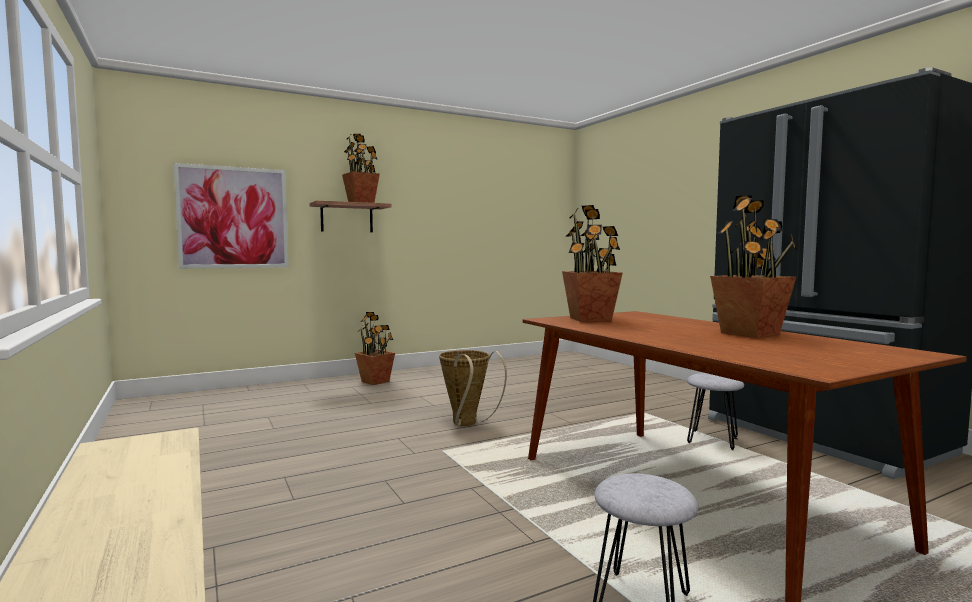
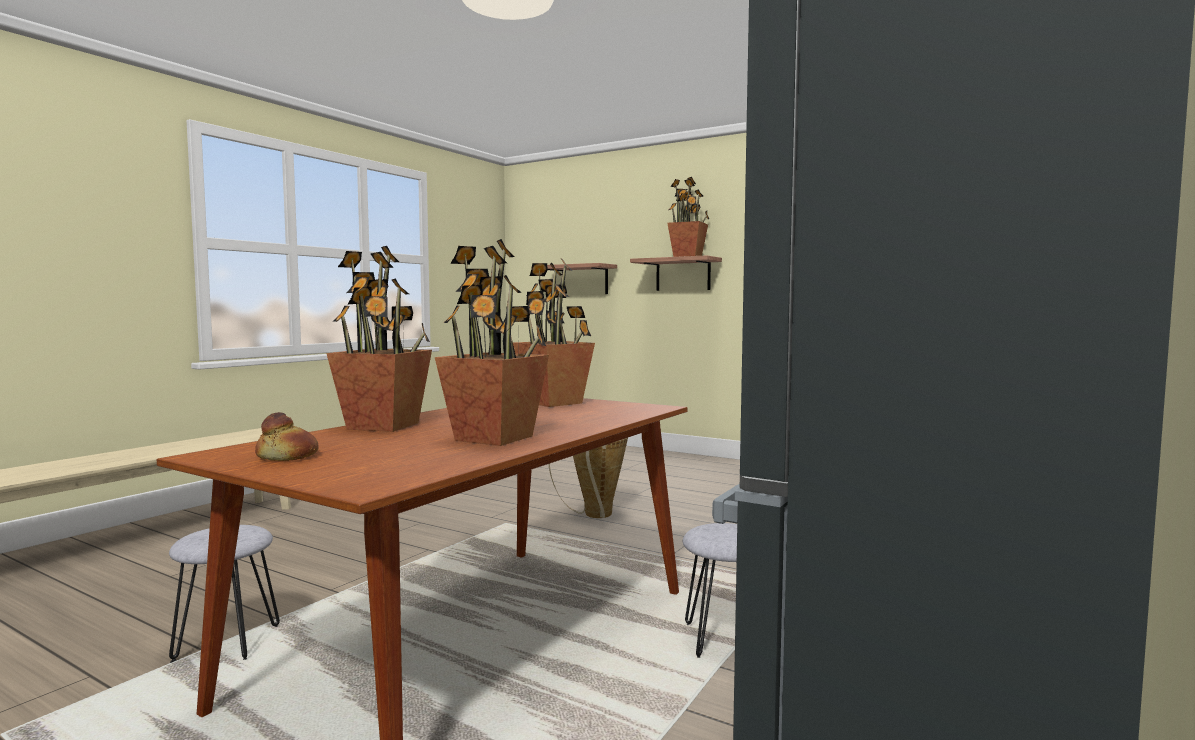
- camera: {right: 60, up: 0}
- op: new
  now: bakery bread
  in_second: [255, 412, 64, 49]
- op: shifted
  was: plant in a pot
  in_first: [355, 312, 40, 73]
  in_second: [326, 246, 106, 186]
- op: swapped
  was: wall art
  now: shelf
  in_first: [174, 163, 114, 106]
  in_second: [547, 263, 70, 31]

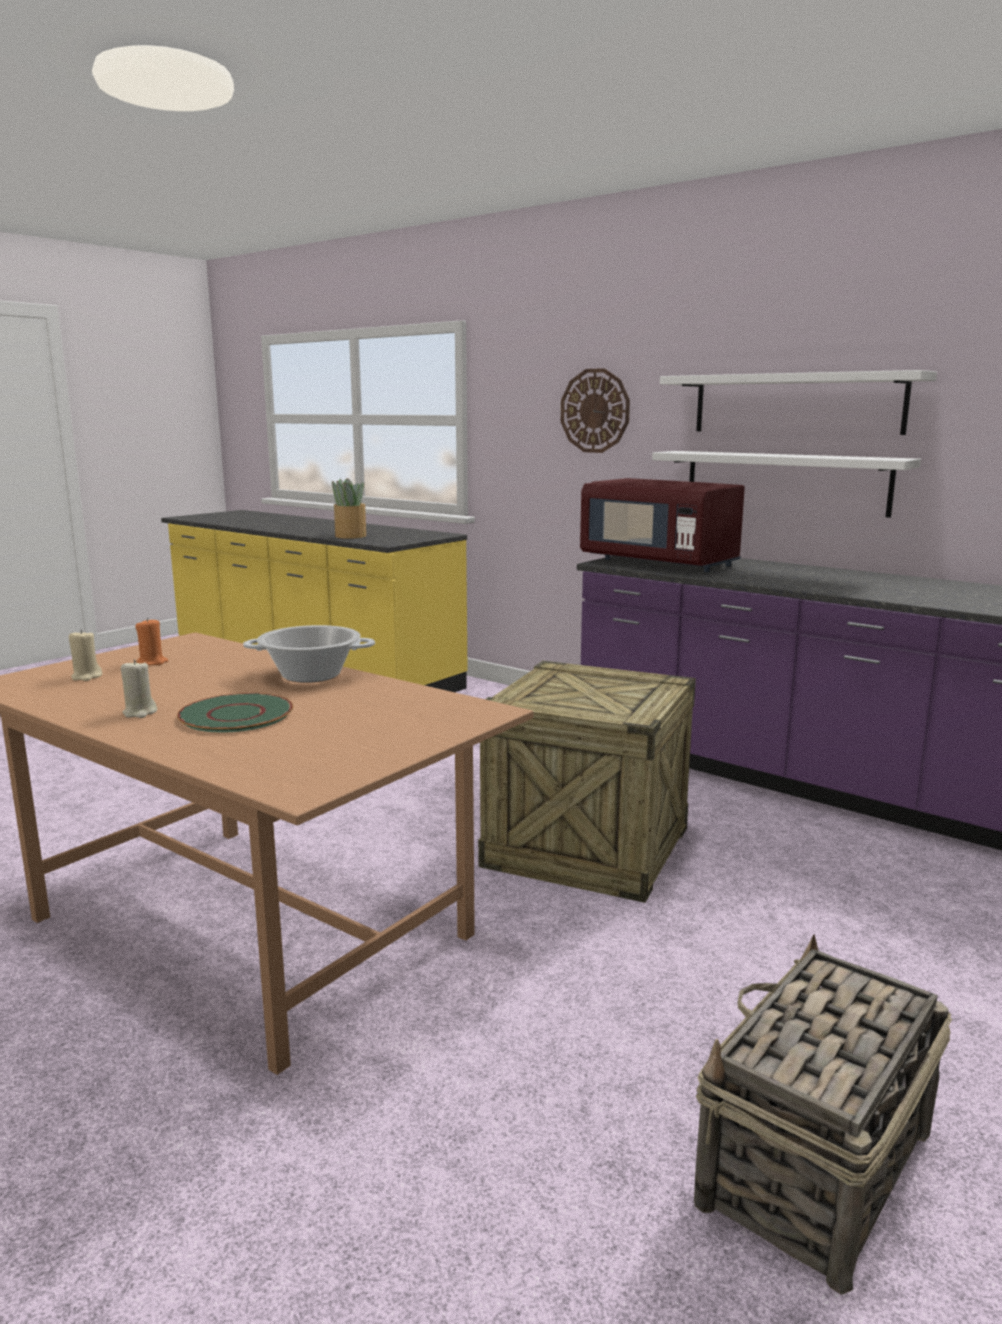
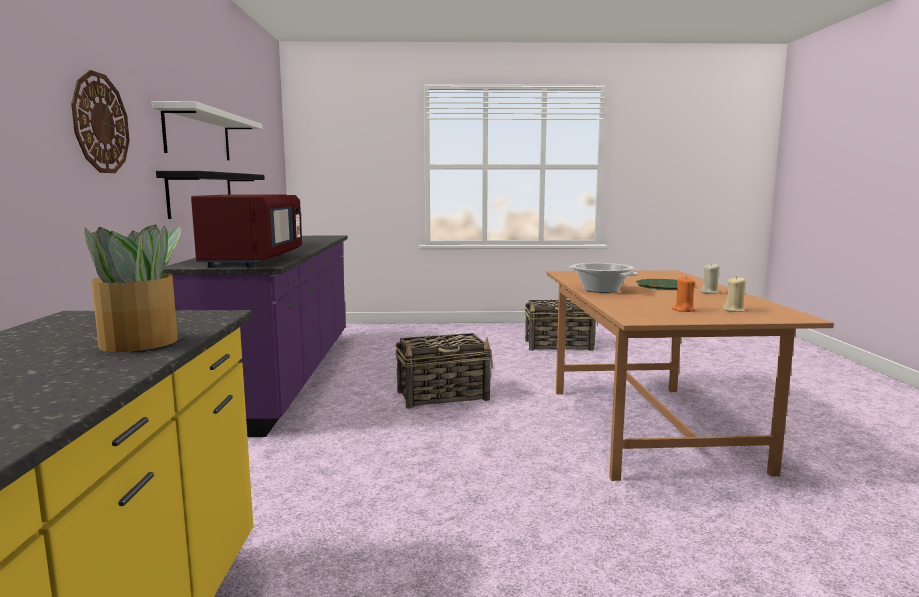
- camera: {right: -130, up: -5}
- op: swapped
  was: crate
  now: storage basket
  in_first: [478, 661, 218, 242]
  in_second: [395, 333, 98, 76]
- op: repainted
  was: shelf (white-coloured)
  now: shelf (blackish)
  in_first: [652, 451, 269, 67]
  in_second: [156, 171, 109, 48]

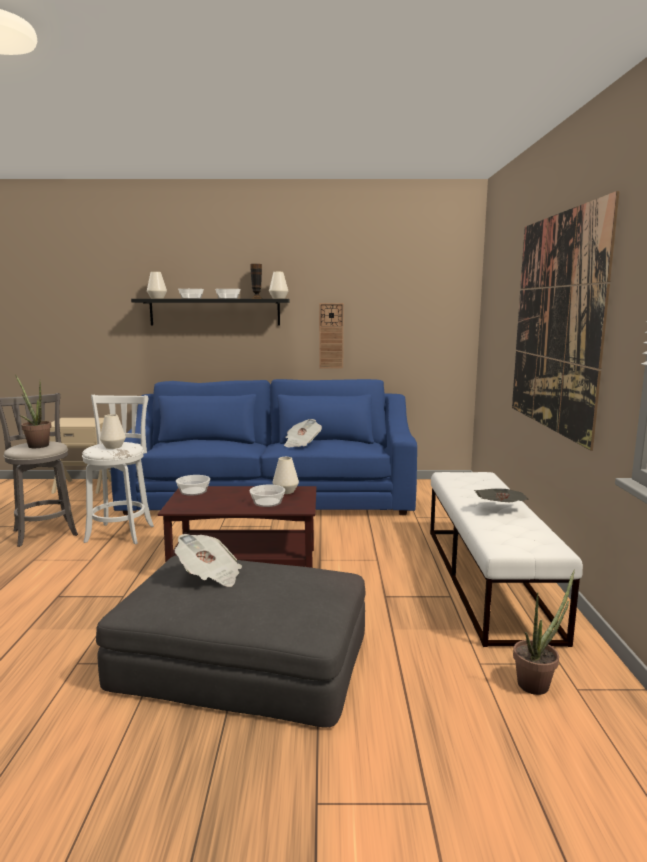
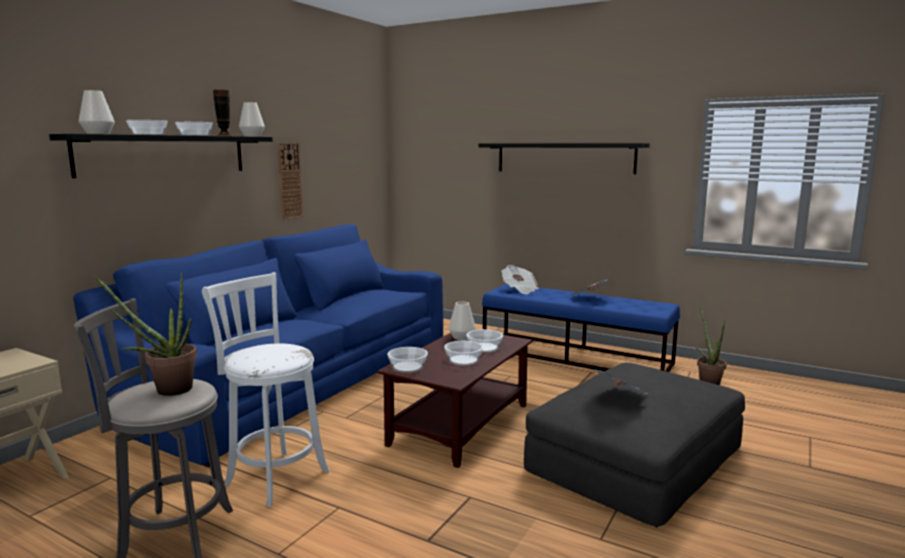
- camera: {right: -60, up: 0}
- op: gone
  was: flower vase (white-coloured)
  in_first: [100, 414, 26, 35]
- op: new
  now: deep dish
  in_second: [444, 341, 39, 24]
- op: shifted
  was: printed paper
  in_first: [284, 419, 38, 28]
  in_second: [501, 265, 38, 29]
- op: swapped
  was: wall art
  now: shelf (blackish)
  in_first: [512, 191, 108, 259]
  in_second: [478, 143, 172, 31]
- op: repainted
  was: long seat (white-coloured)
  now: long seat (blue-coloured)
  in_first: [430, 472, 153, 175]
  in_second: [482, 284, 198, 88]

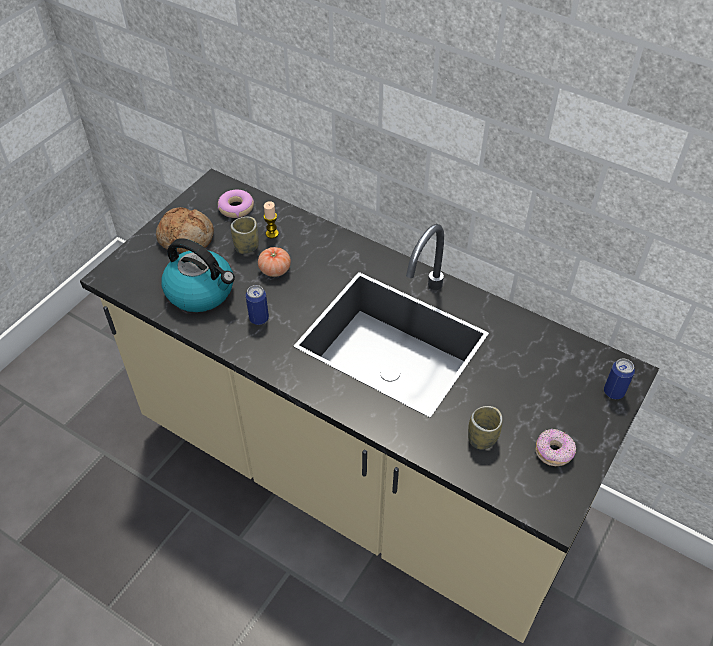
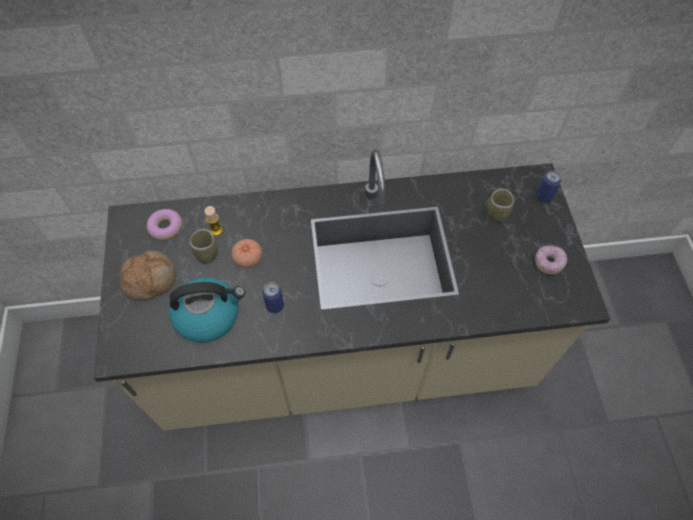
- camera: {right: -40, up: 10}
- op: shifted
  was: small cup
  in_first: [468, 406, 35, 43]
  in_second: [487, 189, 27, 34]

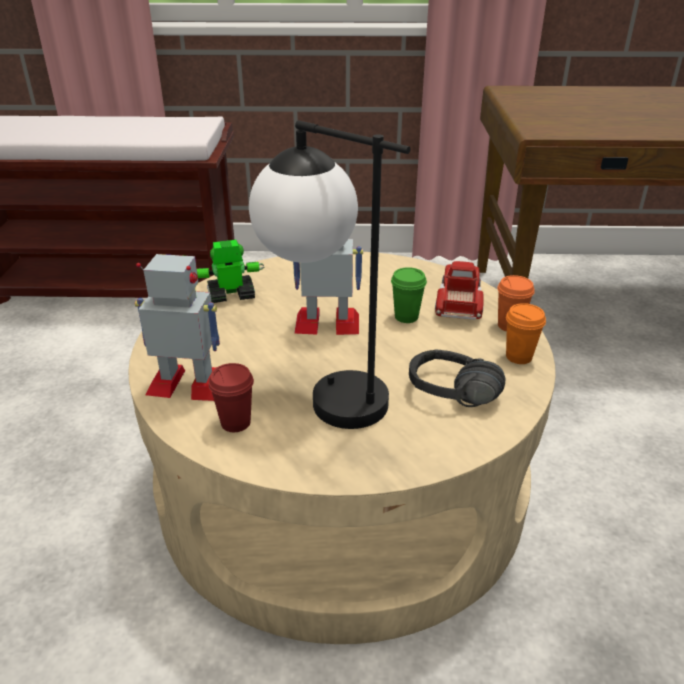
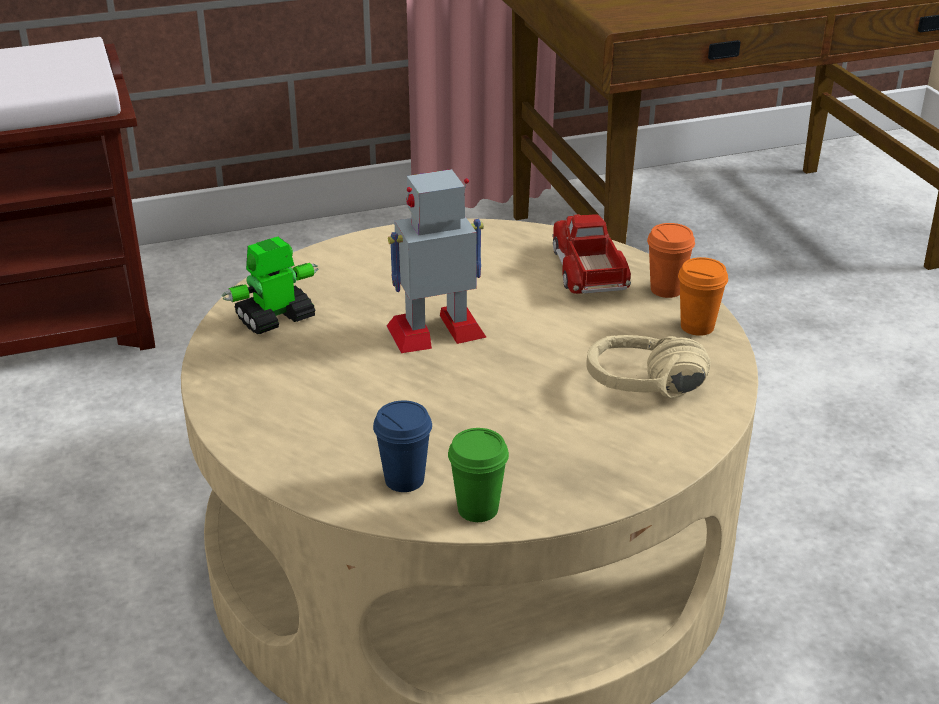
- camera: {right: -20, up: 0}
- op: gone
  was: robot figure
  in_first: [135, 254, 85, 147]
- op: gone
  was: lamp for a table
  in_first: [249, 120, 162, 309]
- op: shifted
  was: small cup (greenish)
  in_first: [391, 267, 36, 56]
  in_second: [448, 428, 61, 94]
- op: repainted
  was: small cup (reddish)
  now: small cup (blue-coloured)
  in_first: [208, 363, 46, 69]
  in_second: [373, 400, 59, 92]
- op: repainted
  was: headphones (blackish)
  now: headphones (sand-coloured)
  in_first: [409, 349, 97, 58]
  in_second: [586, 335, 125, 64]

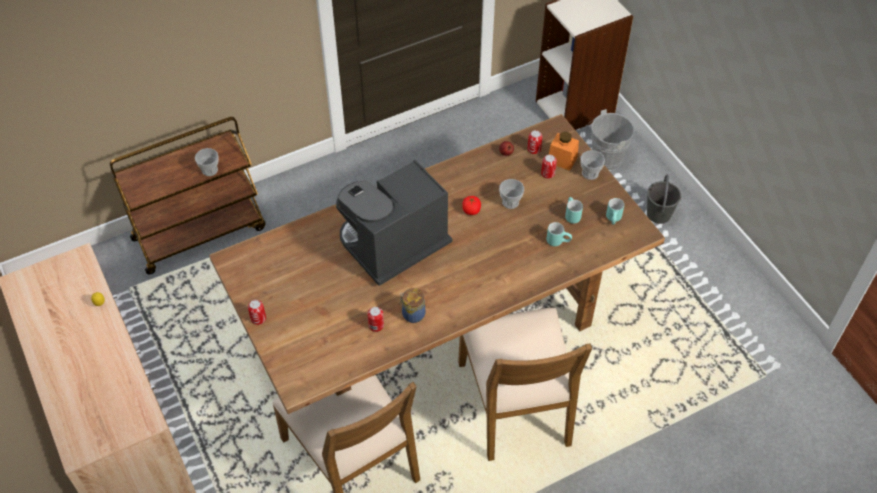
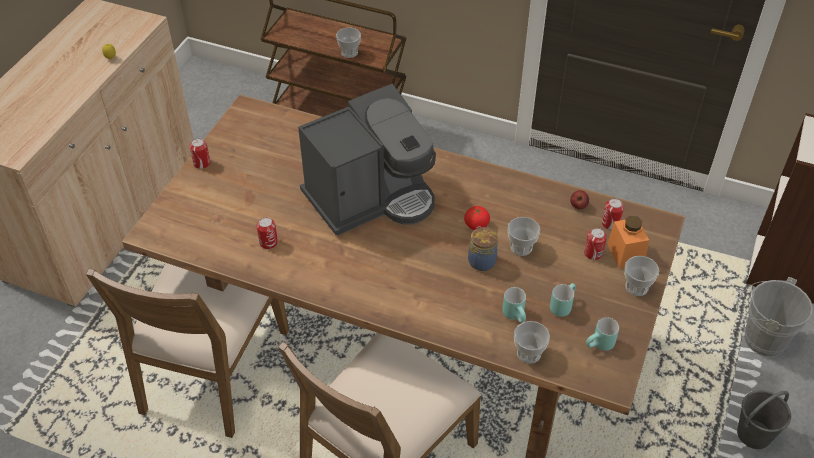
- camera: {right: 50, up: -5}
- op: new
  now: small cup
  in_second: [514, 321, 36, 43]
- op: shifted
  was: jar
  in_first: [400, 288, 25, 35]
  in_second: [468, 226, 30, 45]
- op: rotated
  was: coffee machine
  in_first: [336, 160, 117, 126]
  in_second: [298, 84, 138, 152]
  clockwise: 135

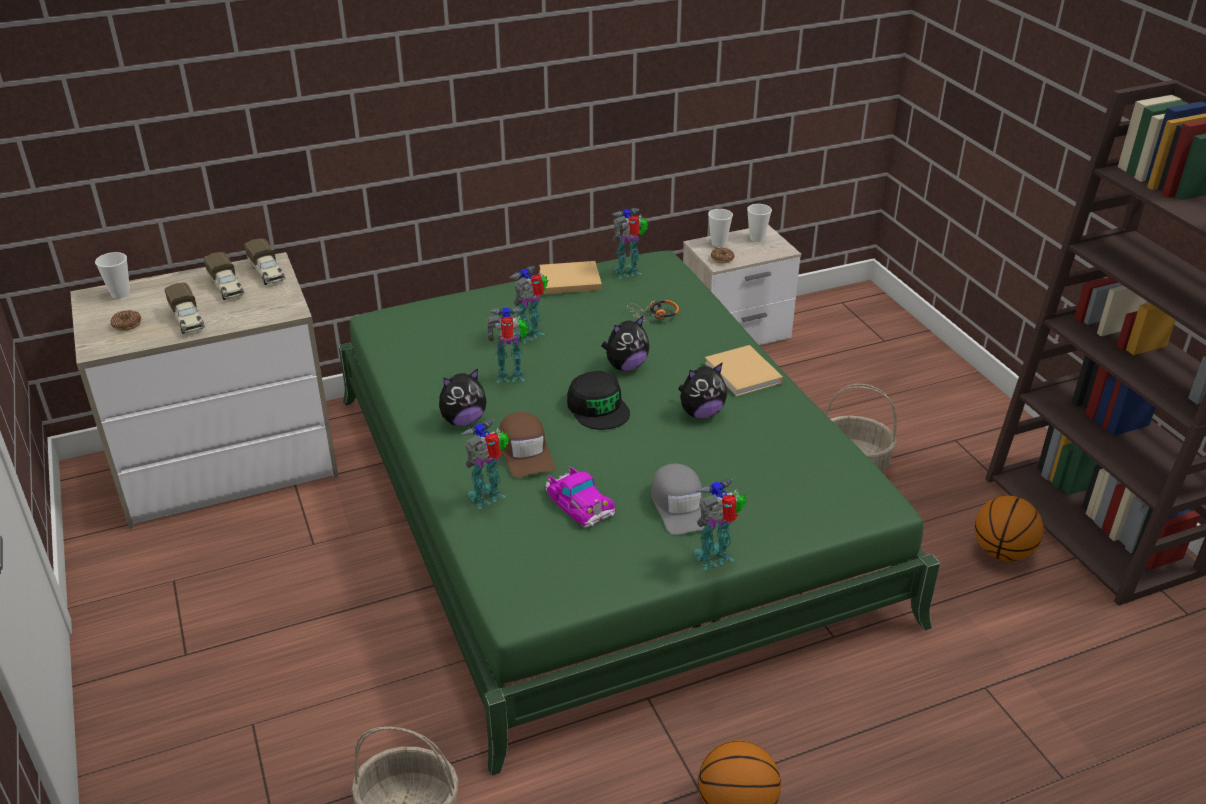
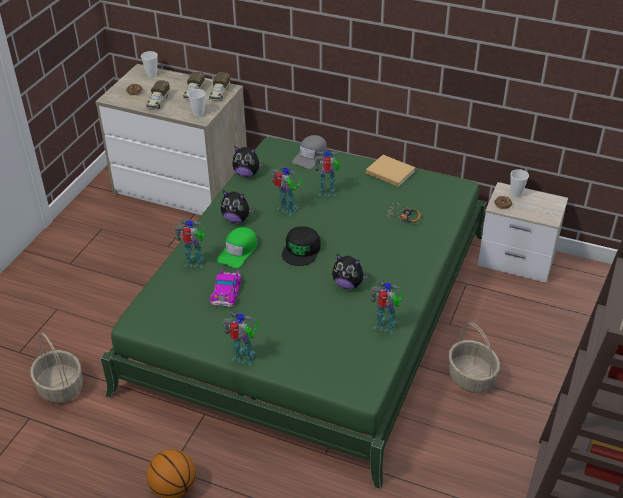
- camera: {right: 45, up: 5}
- op: gone
  was: bound book (sand-coloured)
  in_first: [704, 345, 79, 52]
- op: gone
  was: basketball
  in_first: [975, 496, 68, 65]
- op: shifted
  was: cuddly toy
  in_first: [602, 316, 47, 55]
  in_second: [232, 146, 31, 31]
- op: shifted
  was: robot figure
  in_first: [612, 208, 37, 71]
  in_second: [370, 281, 32, 53]
- op: shifted
  was: baseball cap (gray)
  in_first: [651, 464, 59, 71]
  in_second: [292, 135, 35, 34]
- op: shifted
  was: small cup
  in_first: [747, 204, 25, 38]
  in_second: [188, 89, 17, 28]
- op: repainted
  was: baseball cap (brownish)
  now: baseball cap (greenish)
  in_first: [499, 412, 56, 65]
  in_second: [217, 227, 40, 41]

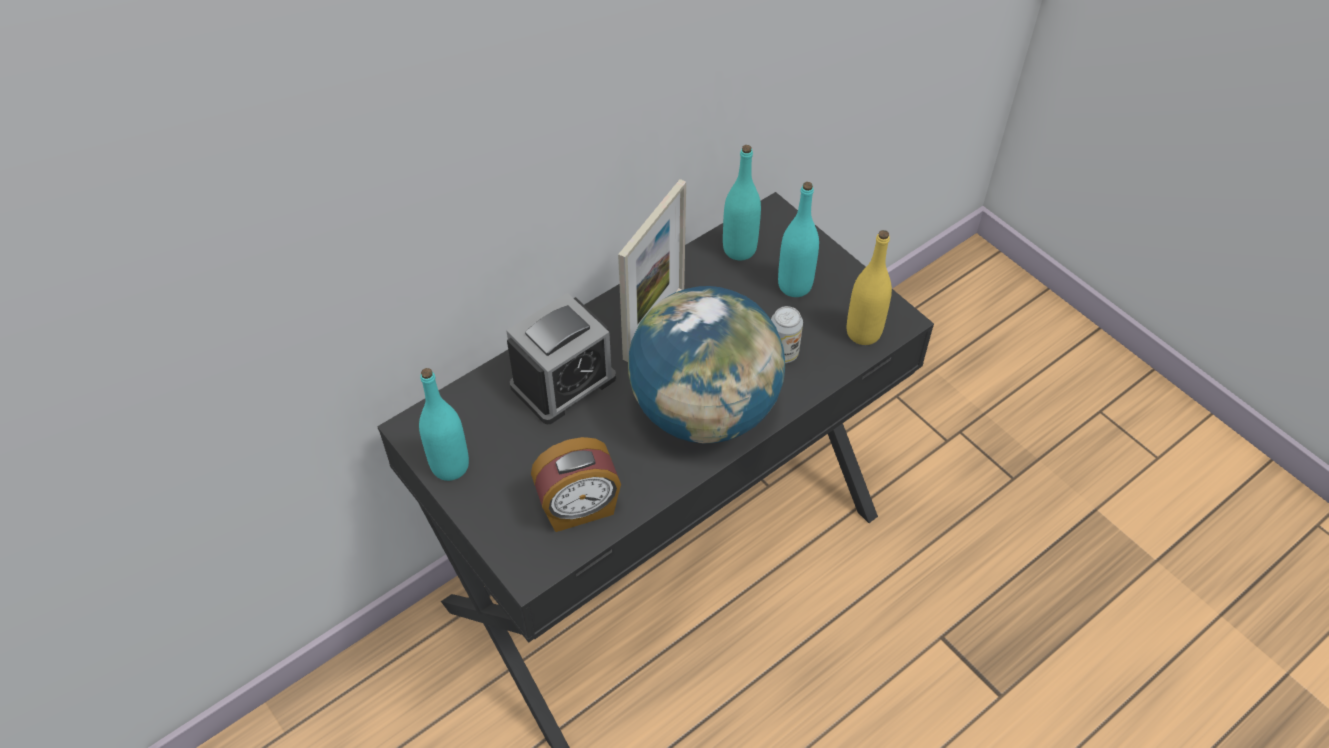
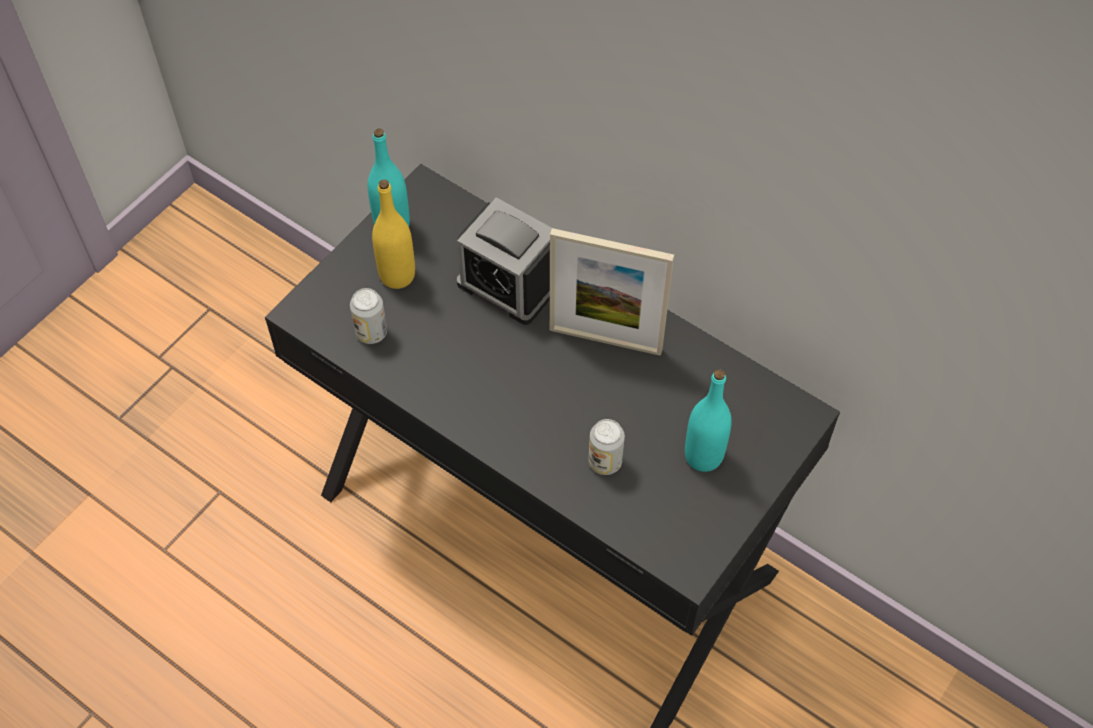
- camera: {right: 75, up: 5}
- op: gone
  was: globe
  in_first: [628, 286, 157, 157]
- op: gone
  was: bottle (blue-green)
  in_first: [723, 145, 38, 115]
- op: shifted
  was: bottle (yellow-coloured)
  in_first: [847, 230, 45, 115]
  in_second: [372, 180, 43, 109]
- op: swapped
  was: alarm clock
  now: can
  in_first: [531, 437, 90, 95]
  in_second: [350, 288, 37, 56]

